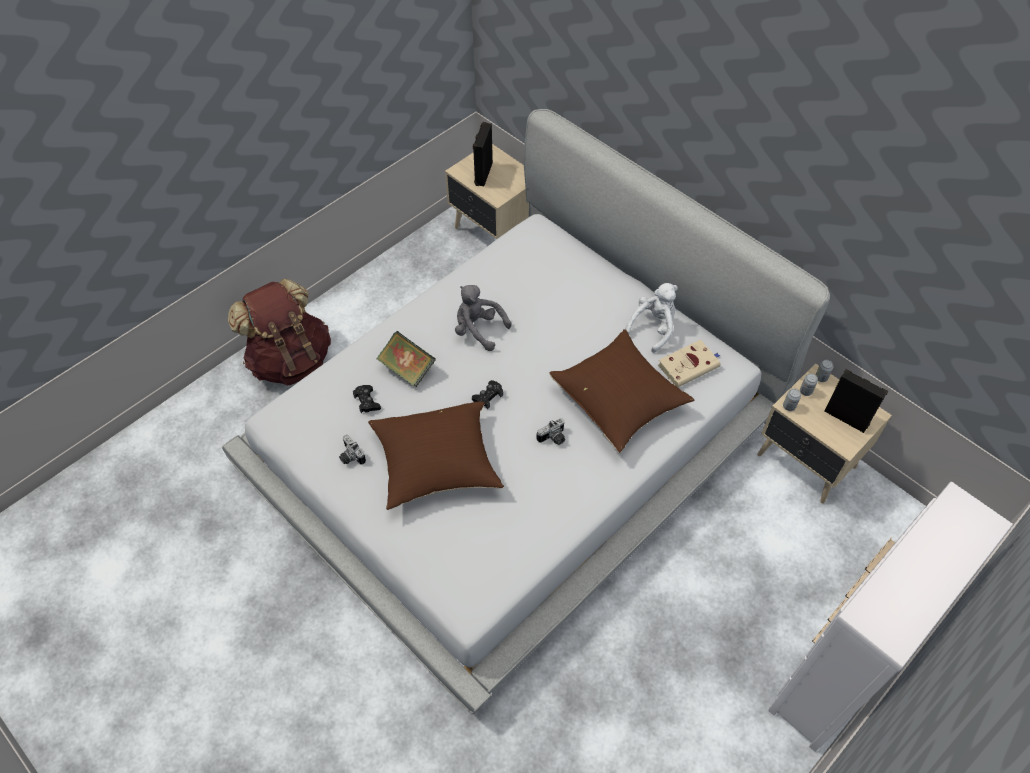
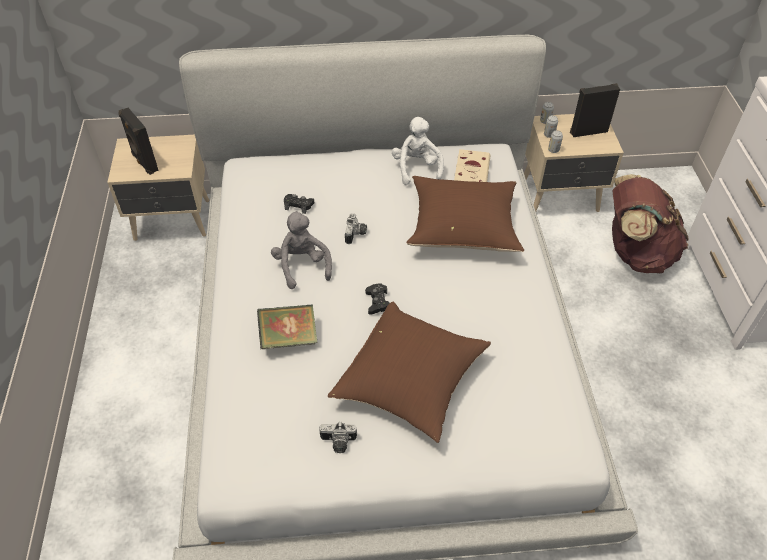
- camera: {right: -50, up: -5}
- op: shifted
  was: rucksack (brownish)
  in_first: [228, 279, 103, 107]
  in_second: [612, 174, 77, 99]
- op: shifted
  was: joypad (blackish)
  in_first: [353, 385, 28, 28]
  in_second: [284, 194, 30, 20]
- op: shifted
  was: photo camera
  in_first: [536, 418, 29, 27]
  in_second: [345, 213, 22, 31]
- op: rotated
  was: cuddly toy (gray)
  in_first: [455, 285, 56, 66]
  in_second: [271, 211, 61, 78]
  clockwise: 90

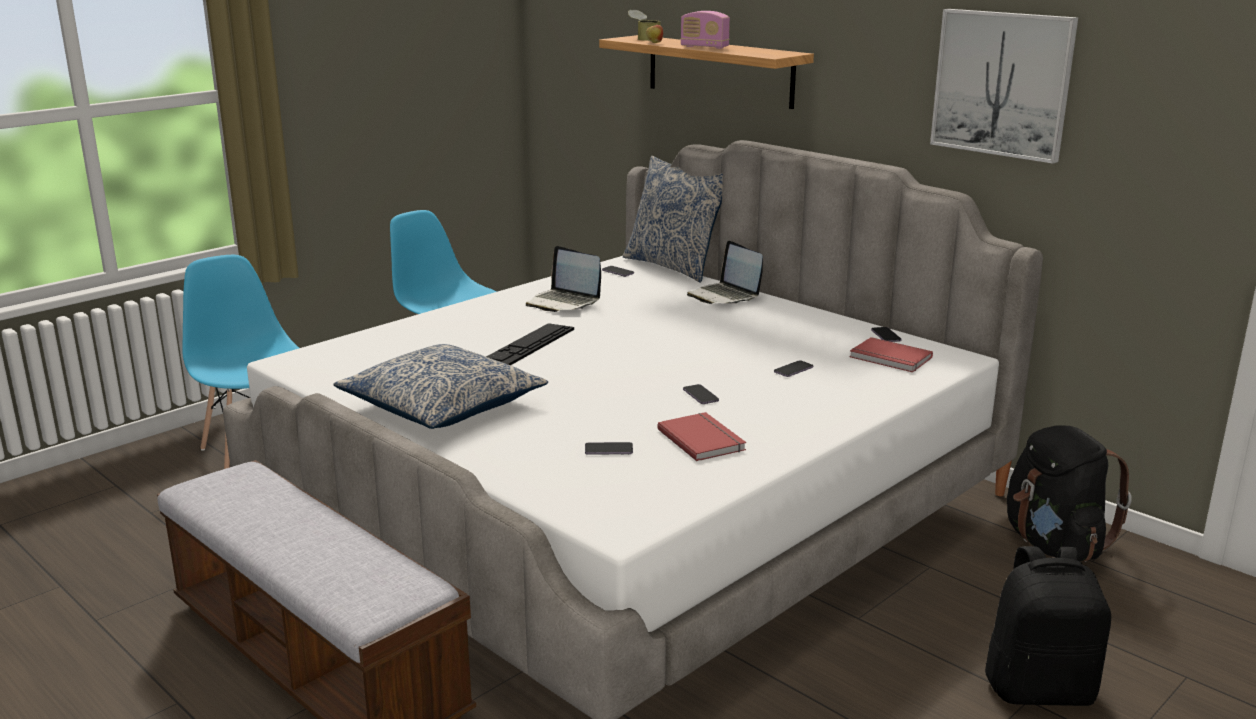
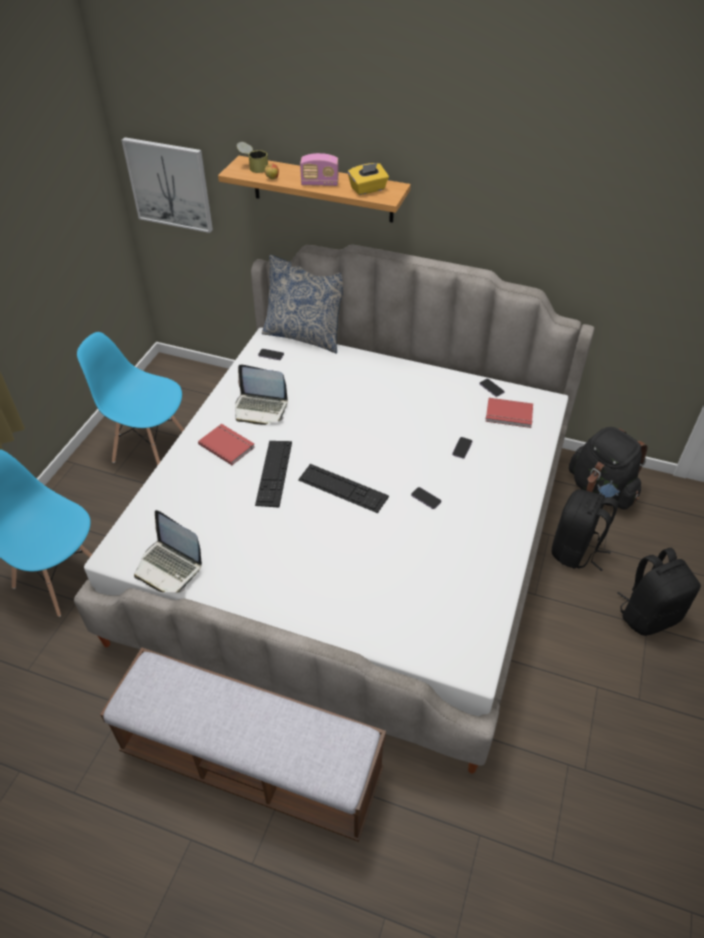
- camera: {right: -25, up: 25}
- op: gone
  was: cushion
  in_first: [334, 344, 214, 85]
- op: gone
  was: handset
  in_first: [585, 442, 48, 13]
- op: new
  now: PC keyboard
  in_second: [298, 464, 91, 49]
- op: new
  now: box of tissues (yellow-coloured)
  in_second: [348, 163, 41, 32]
- op: new
  now: rucksack (blackish)
  in_second: [552, 489, 66, 82]
- op: shifted
  was: bound book (reddish)
  in_first: [657, 412, 89, 49]
  in_second: [198, 424, 57, 41]
- op: shifted
  was: portable computer
  in_first: [687, 240, 76, 64]
  in_second: [134, 510, 68, 83]
- op: shifted
  was: wall art
  in_first: [930, 9, 148, 155]
  in_second: [122, 137, 91, 96]

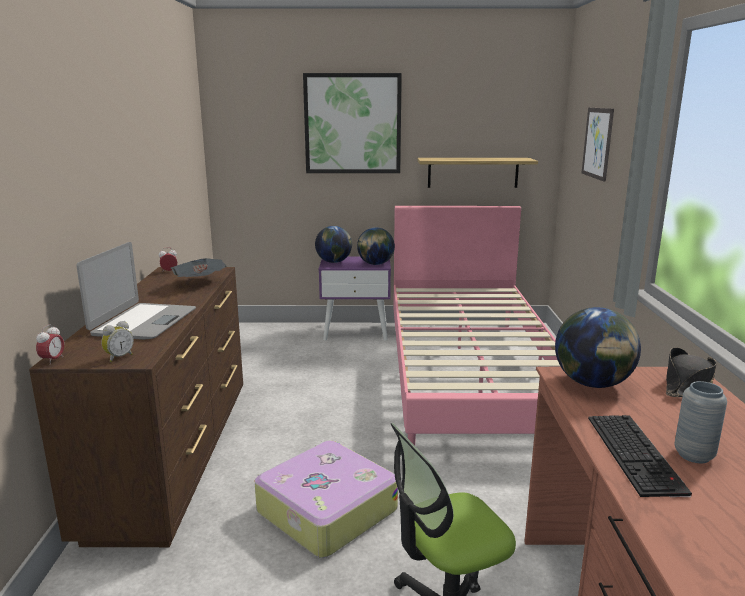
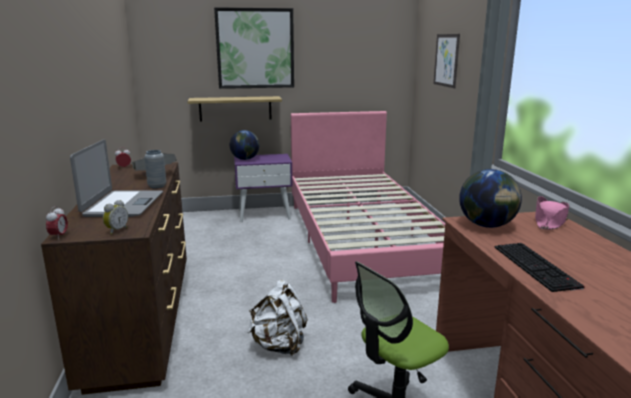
- camera: {right: -10, up: 0}
- op: gone
  was: globe
  in_first: [357, 227, 38, 38]
- op: shifted
  was: shelf
  in_first: [417, 158, 121, 30]
  in_second: [187, 96, 95, 25]
- op: shifted
  was: flower vase (gray)
  in_first: [674, 381, 53, 82]
  in_second: [144, 150, 22, 38]
- op: swapped
  was: travel case
  now: rucksack (white-coloured)
  in_first: [254, 441, 144, 117]
  in_second: [248, 280, 59, 76]
- op: repainted
  was: hat (blackish)
  now: hat (pink-coloured)
  in_first: [666, 347, 50, 50]
  in_second: [535, 196, 34, 34]

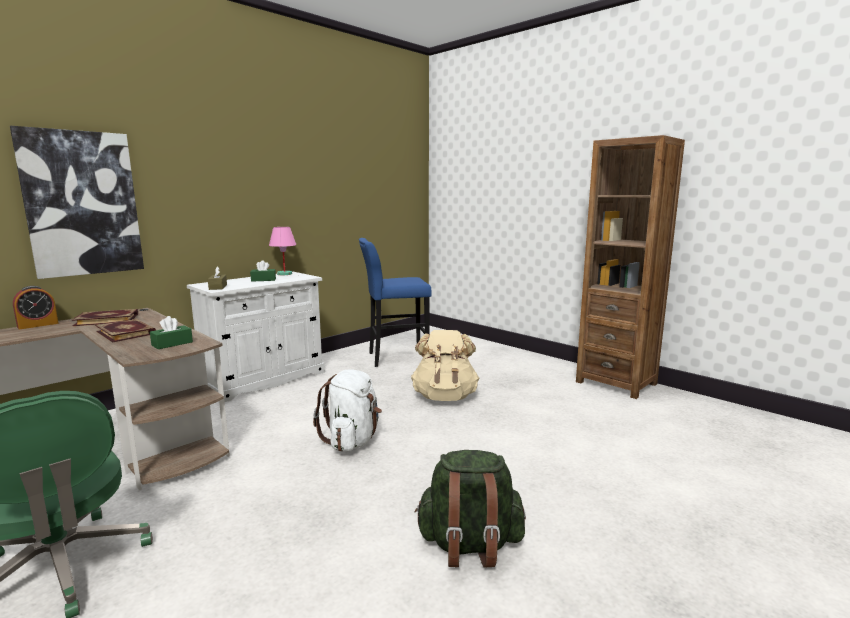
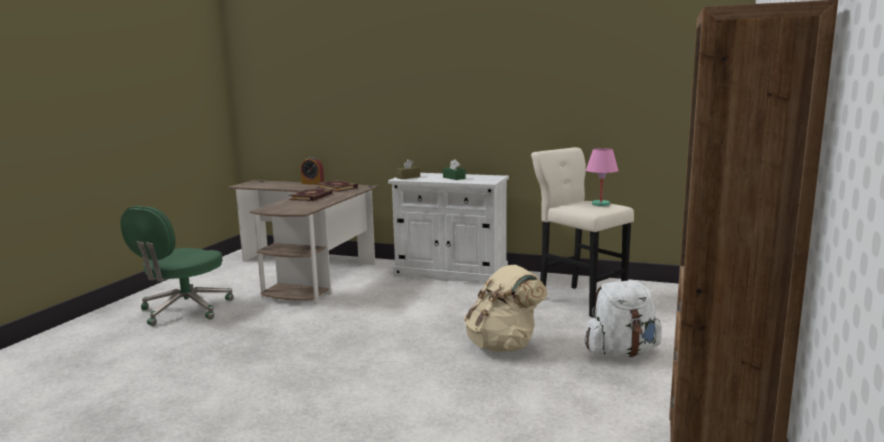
- camera: {right: 65, up: 0}
- op: gone
  was: wall art
  in_first: [10, 126, 134, 153]
- op: gone
  was: box of tissues (greenish)
  in_first: [150, 316, 43, 33]
- op: gone
  was: rucksack (greenish)
  in_first: [415, 450, 111, 118]
- op: shifted
  was: lamp for a table (pink-coloured)
  in_first: [269, 227, 28, 48]
  in_second: [586, 148, 32, 59]
- op: shifted
  was: rucksack (white-coloured)
  in_first: [313, 370, 69, 81]
  in_second: [584, 281, 78, 78]
- op: repainted
  was: sitting stool (blue-coloured)
  now: sitting stool (sand-coloured)
  in_first: [359, 238, 72, 129]
  in_second: [531, 147, 103, 170]

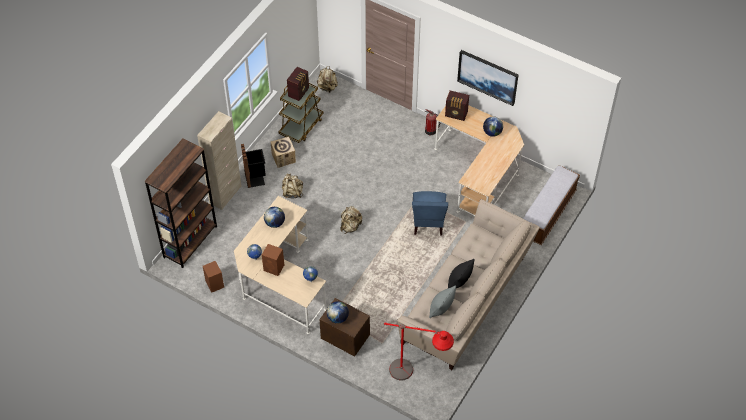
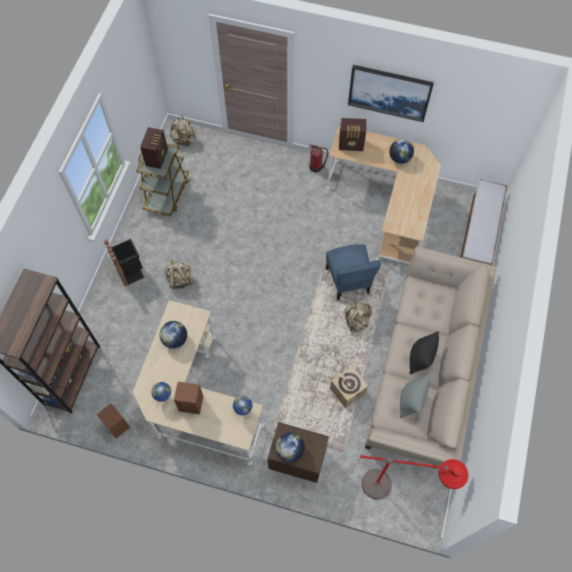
- camera: {right: -15, up: 10}
- op: gone
  was: cupboard (sand-coloured)
  in_first: [197, 111, 45, 99]
- op: shifted
  was: packing box
  in_first: [271, 137, 25, 31]
  in_second: [330, 366, 38, 42]
- op: shifted
  was: rucksack (sand-coloured)
  in_first: [340, 206, 22, 28]
  in_second: [344, 301, 28, 32]

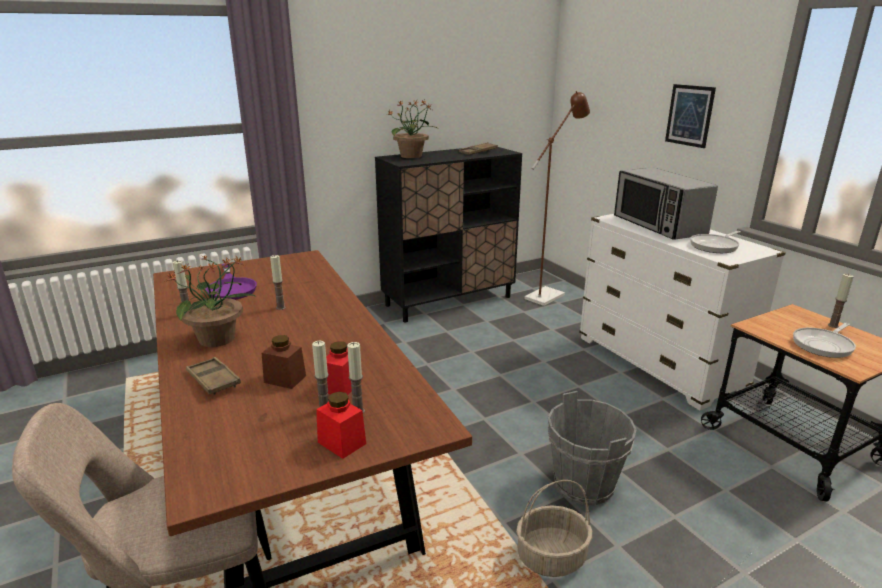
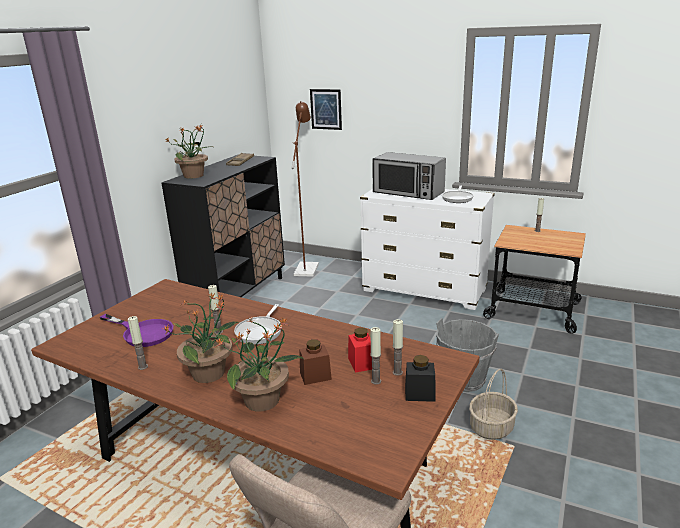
- camera: {right: -35, up: 0}
- op: shifted
  was: wall art
  in_first: [665, 84, 51, 64]
  in_second: [310, 89, 32, 41]
- op: shifted
  was: pan
  in_first: [793, 323, 63, 35]
  in_second: [234, 304, 48, 41]
- op: swapped
  was: serving tray (brownish)
  now: plant in a pot
  in_first: [186, 357, 55, 38]
  in_second: [214, 316, 90, 96]
- op: repainted
  was: jar (reddish)
  now: jar (blackish)
  in_first: [316, 392, 50, 67]
  in_second: [405, 355, 31, 47]

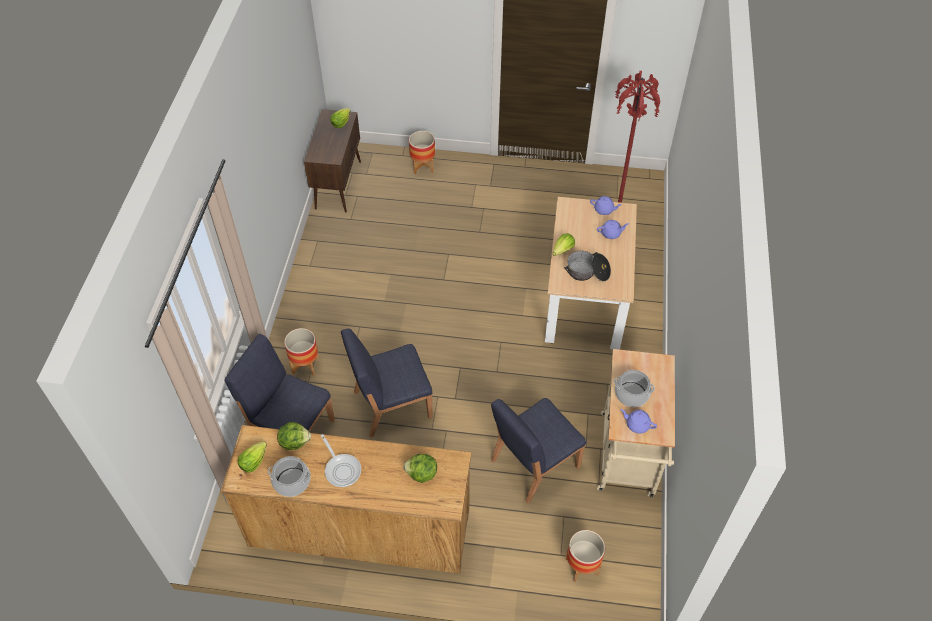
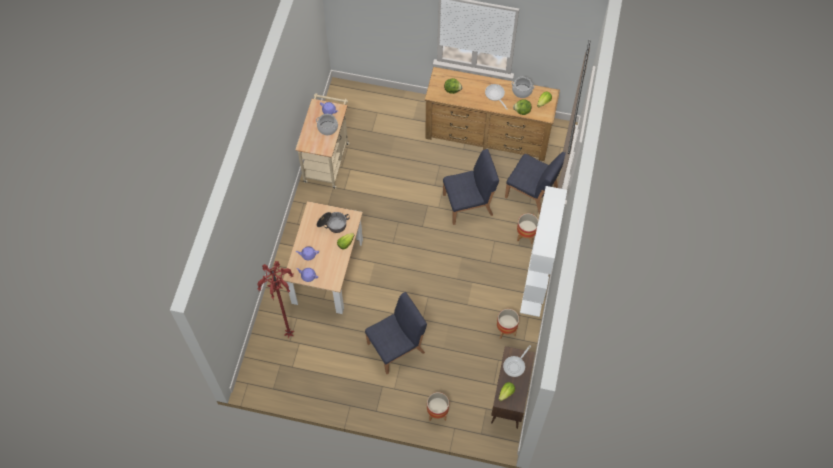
- camera: {right: -175, up: 10}
- op: new
  now: pan
  in_second: [503, 345, 28, 32]
- op: new
  now: bookshelf (white-coloured)
  in_second: [520, 186, 47, 131]
- op: shifted
  was: upright chair (blue-coloured)
  in_first: [491, 398, 95, 106]
  in_second: [365, 292, 62, 82]
- op: shifted
  was: planter
  in_first: [566, 530, 39, 52]
  in_second: [497, 309, 22, 30]

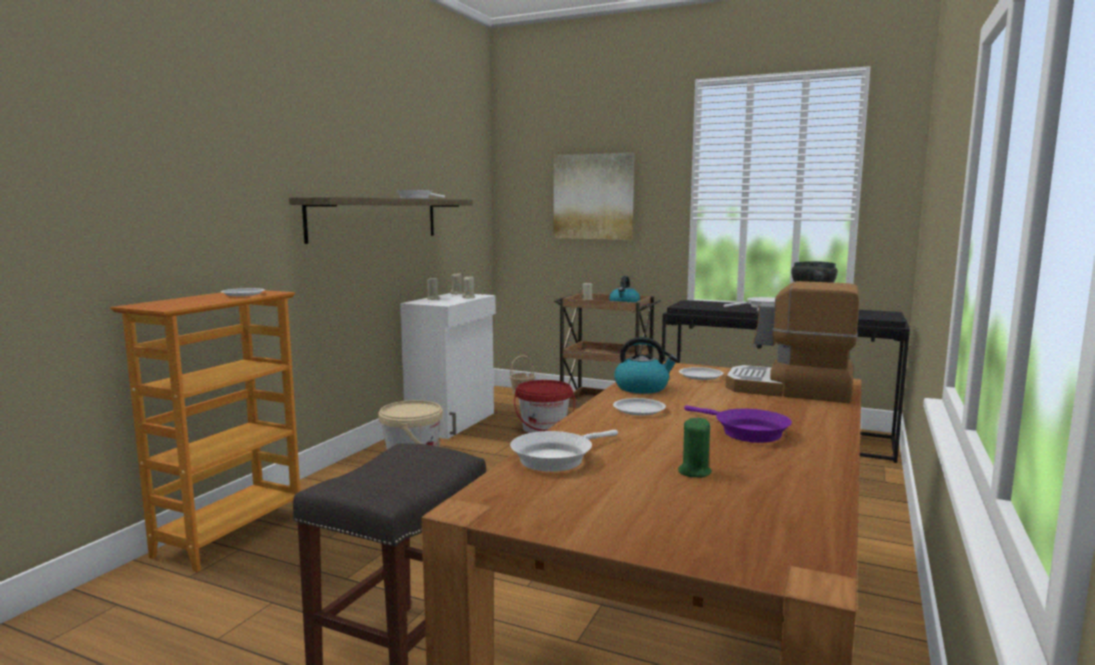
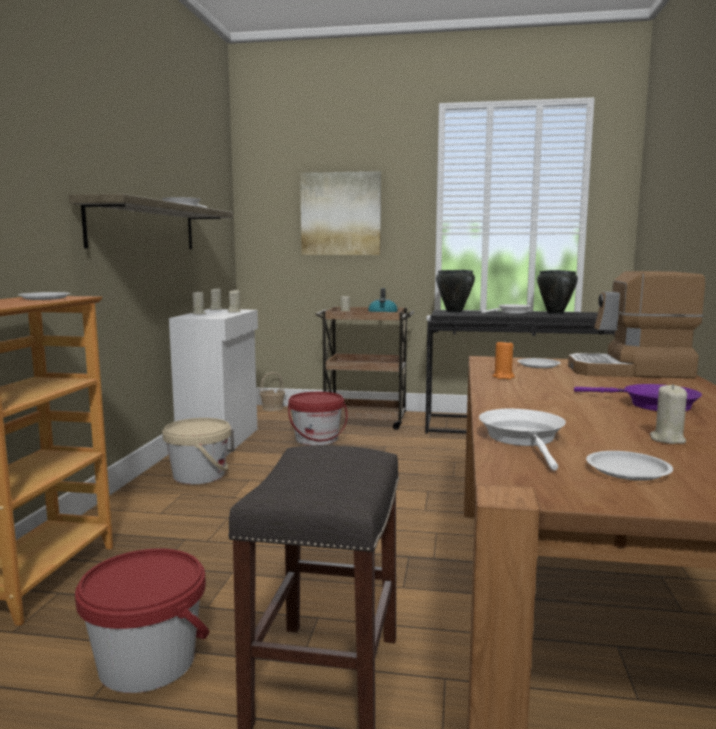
- camera: {right: -15, up: 0}
- op: new
  now: pail (reddish)
  in_second: [75, 548, 134, 145]
- op: new
  now: stockpot (blackish)
  in_second: [436, 270, 39, 43]
- op: shifted
  was: dinner plate (white-coloured)
  in_first: [613, 398, 53, 18]
  in_second: [586, 451, 87, 30]
- op: swapped
  was: tea kettle
  now: wax light (orange)
  in_first: [614, 337, 64, 57]
  in_second: [492, 340, 23, 40]
- op: repainted
  was: wax light (greenish)
  now: wax light (sand-coloured)
  in_first: [678, 417, 34, 61]
  in_second: [650, 384, 37, 60]
- op: rotated
  was: pan (white-coloured)
  in_first: [510, 430, 108, 42]
  in_second: [479, 409, 87, 62]
  clockwise: 150

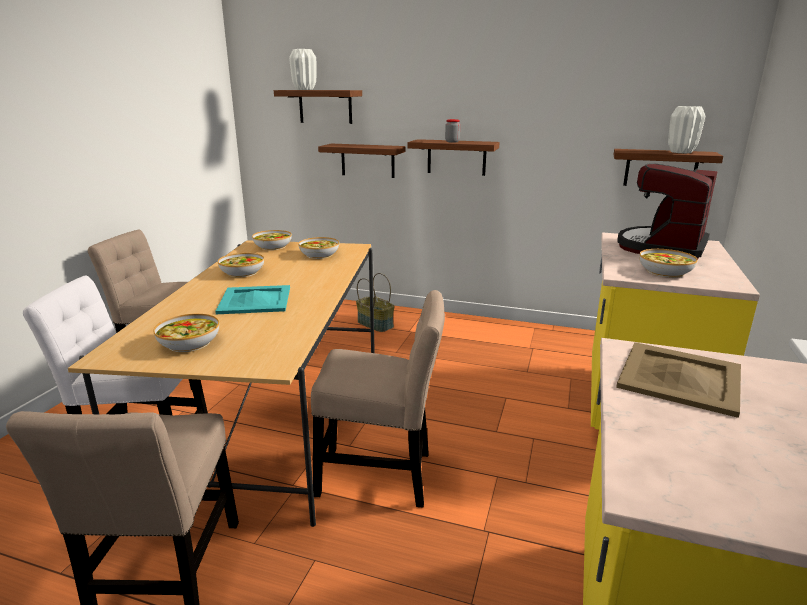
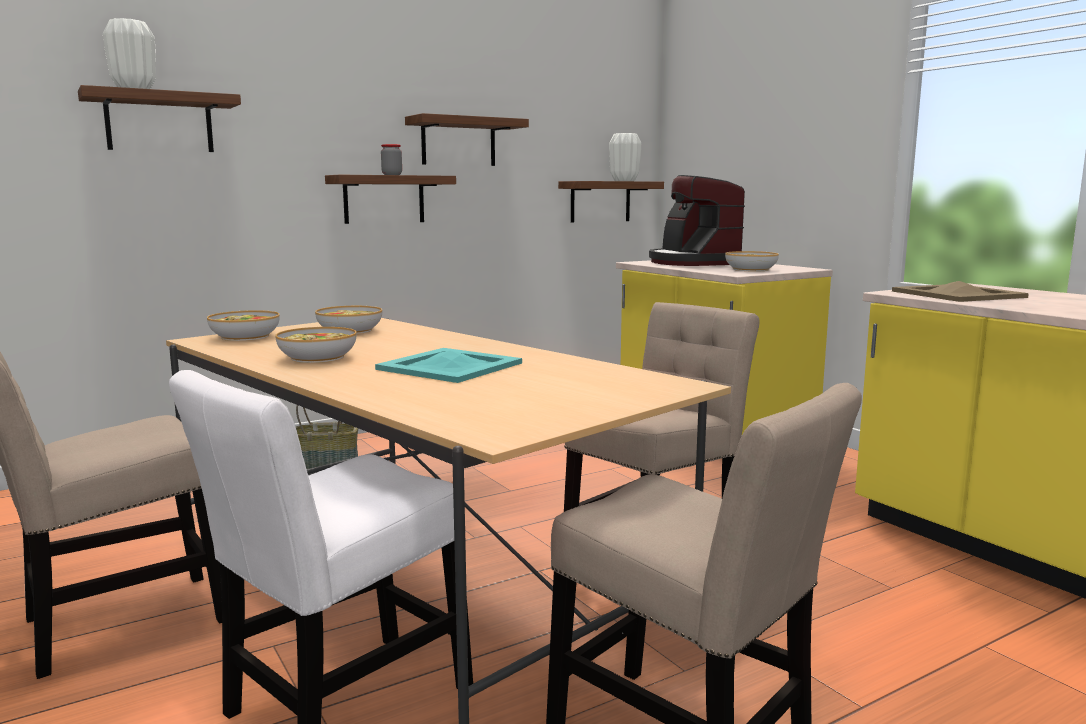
- camera: {right: -50, up: -10}
- op: gone
  was: deep dish
  in_first: [153, 314, 66, 38]
- op: shifted
  was: shelf
  in_first: [318, 144, 88, 34]
  in_second: [405, 113, 124, 53]

